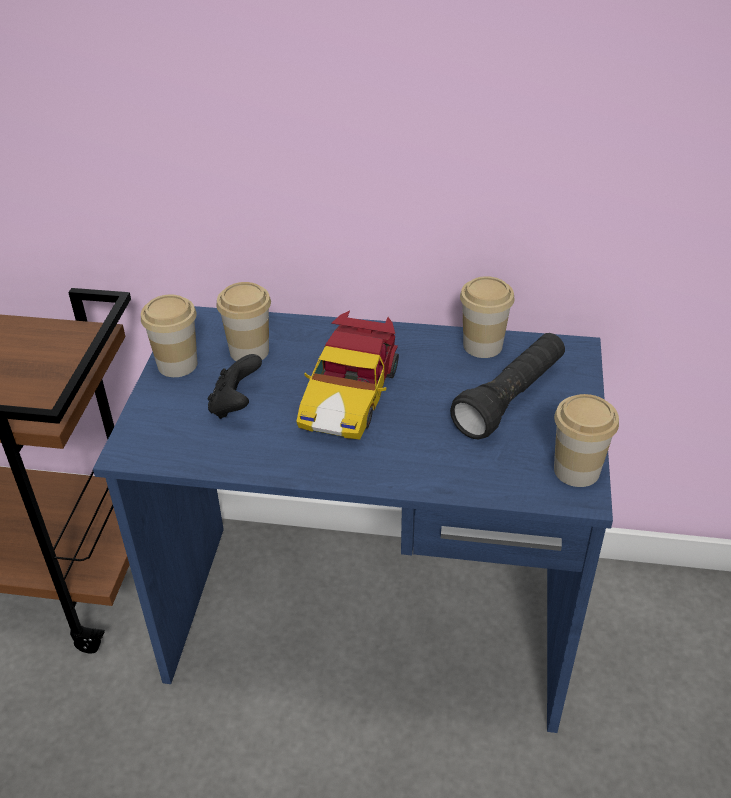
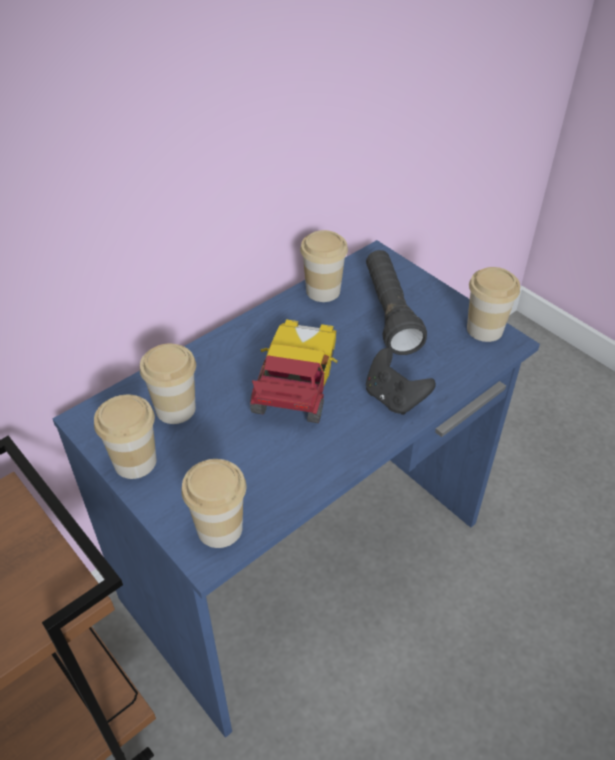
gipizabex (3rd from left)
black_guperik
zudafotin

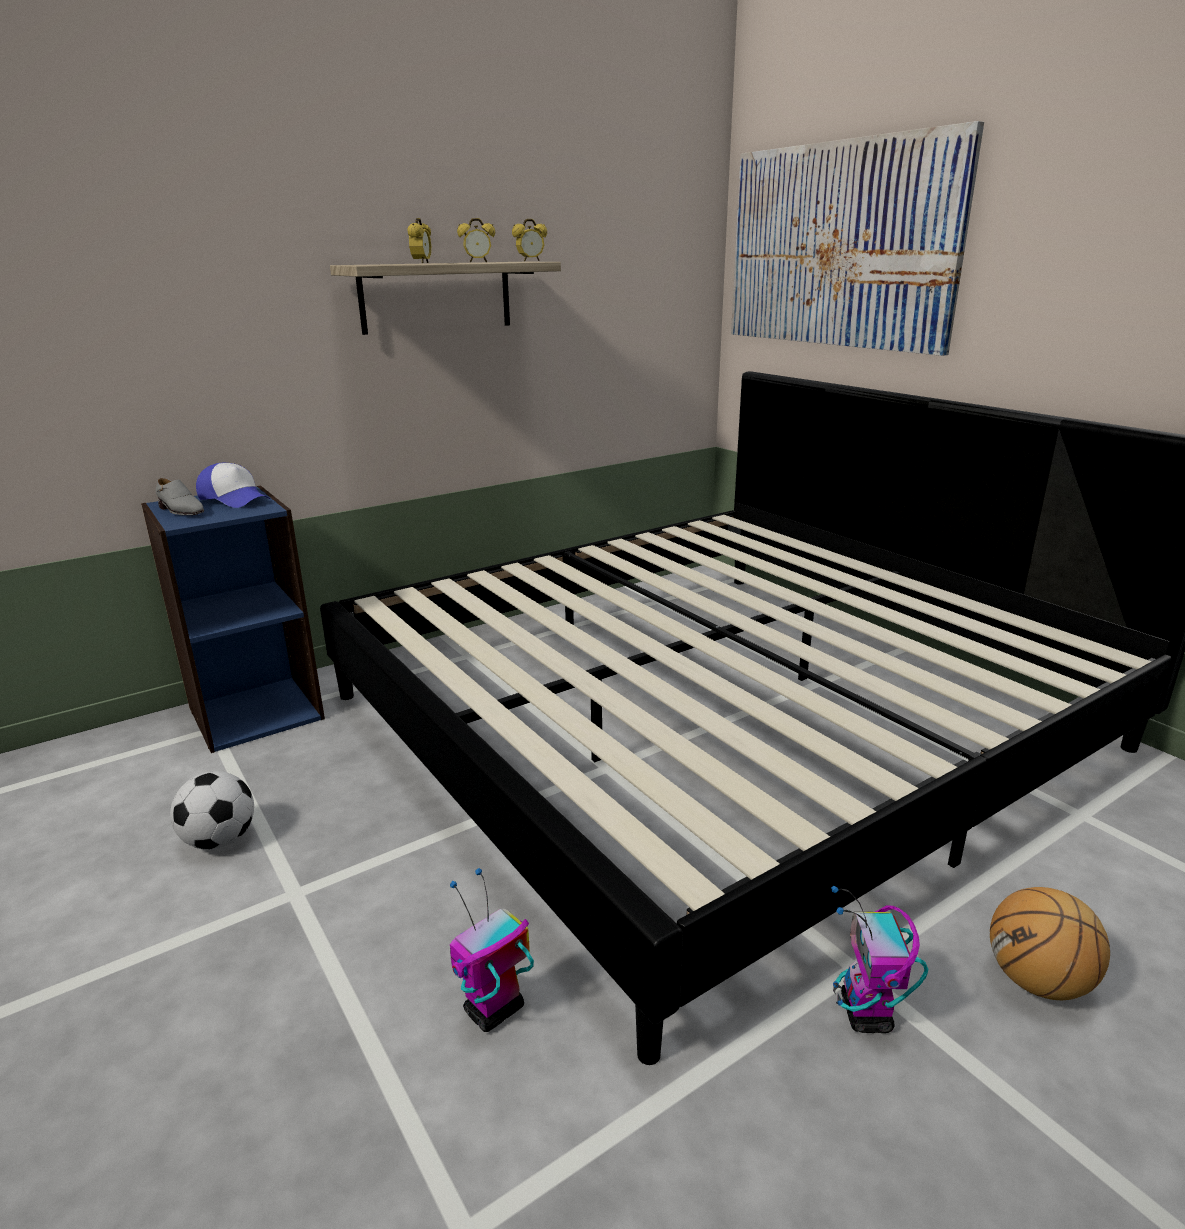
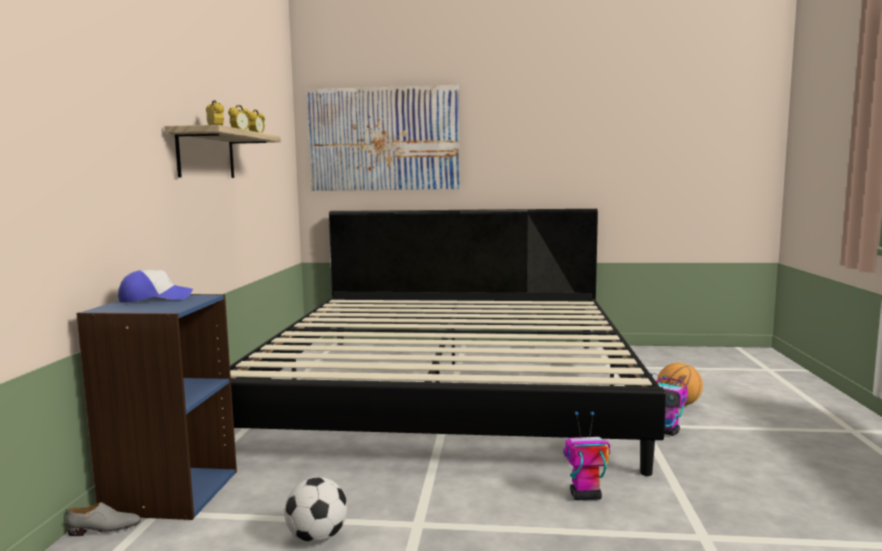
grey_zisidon
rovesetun (1st from left)

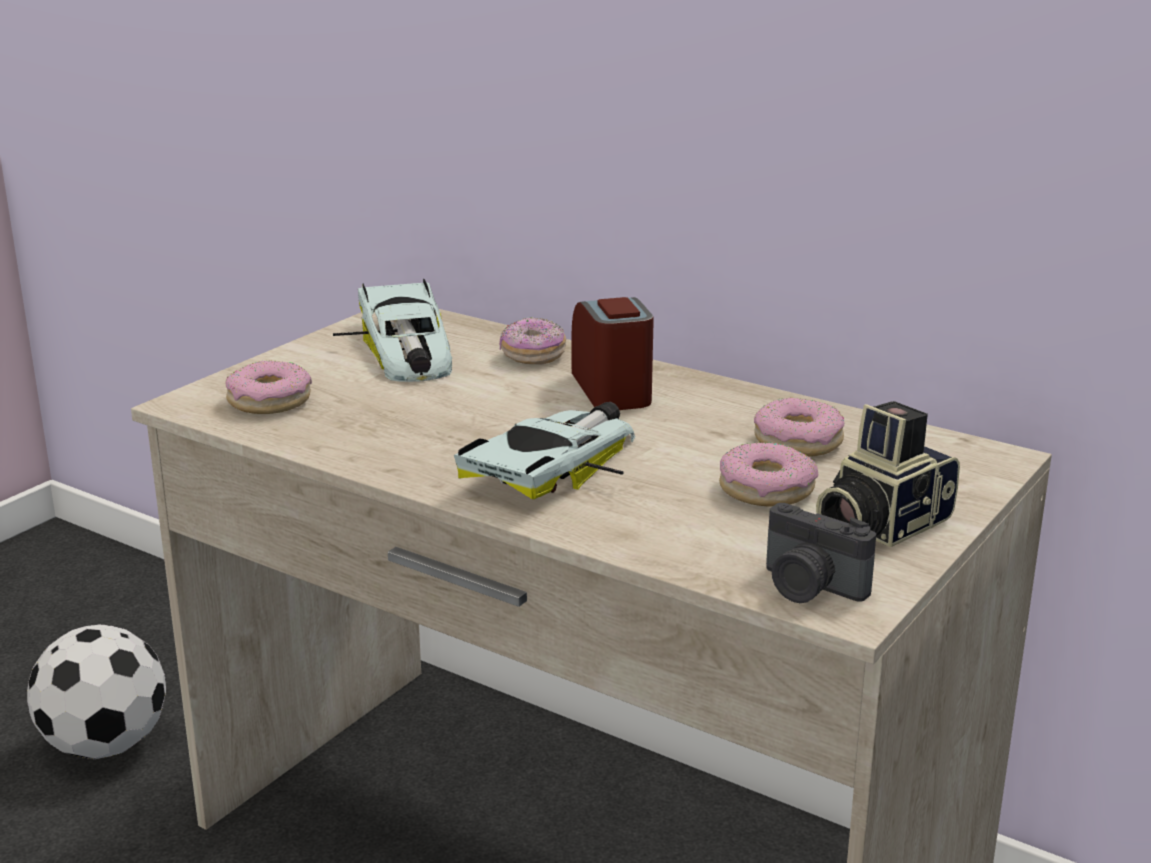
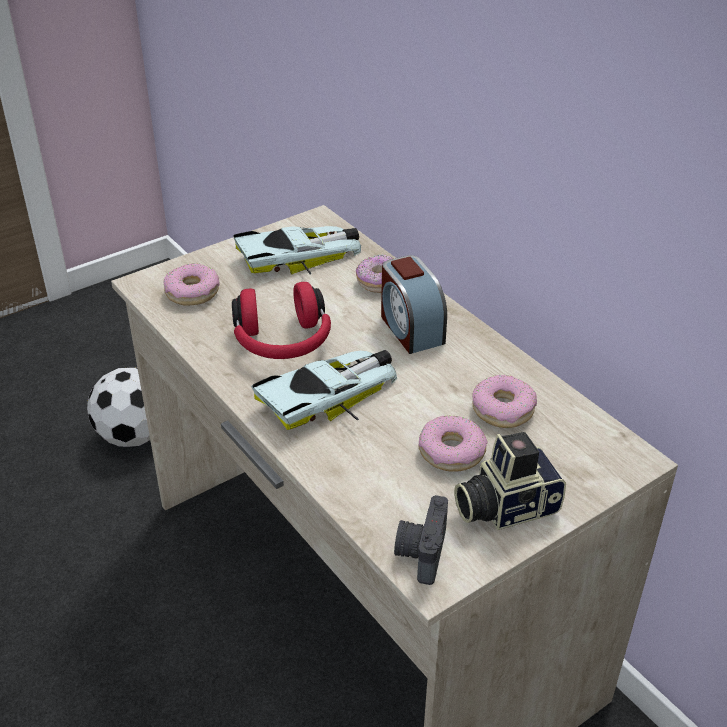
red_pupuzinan
zudafotin (1st from left)
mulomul
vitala (1st from left)

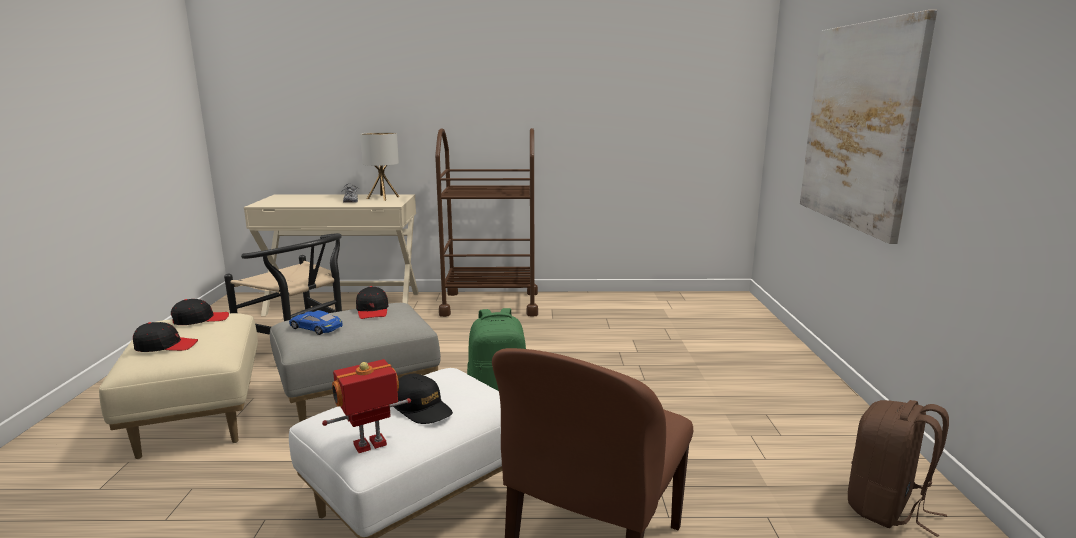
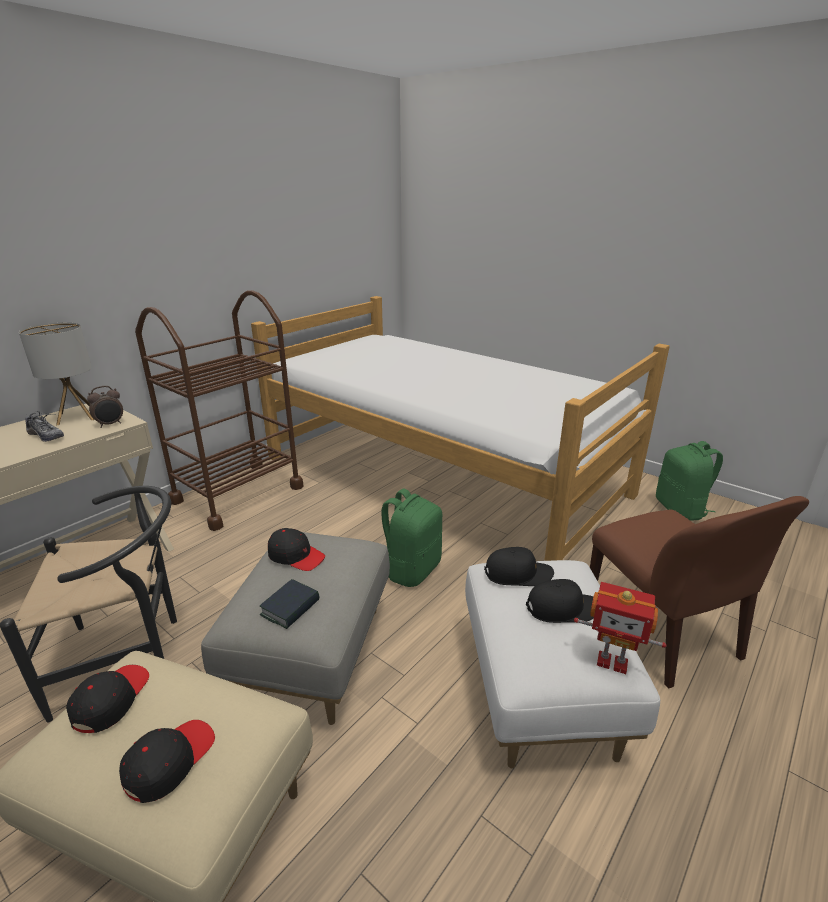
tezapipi
mulomul
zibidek
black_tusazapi (4th from left)
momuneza
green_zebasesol (2nd from left)
rovesetun

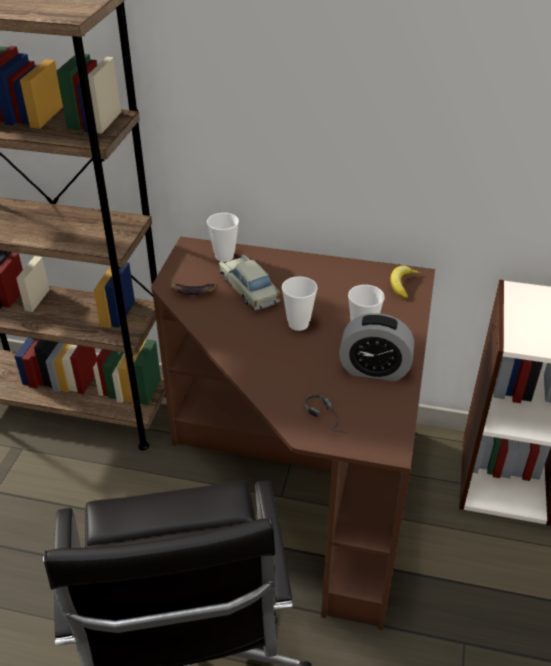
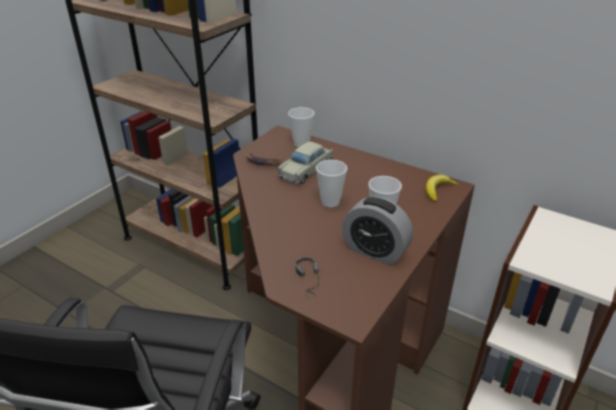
beige_zudafotin

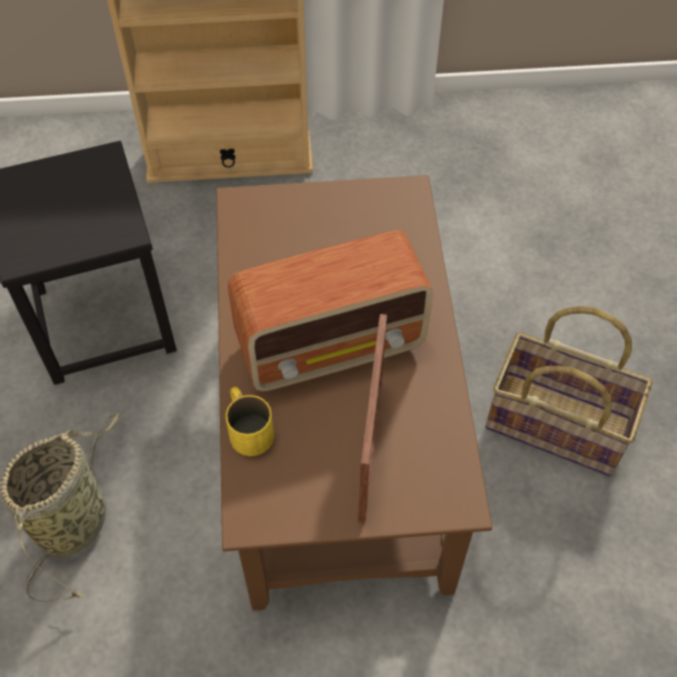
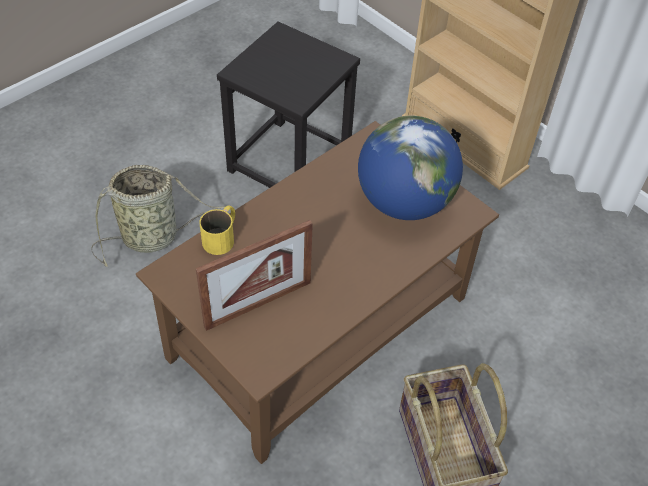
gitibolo
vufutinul

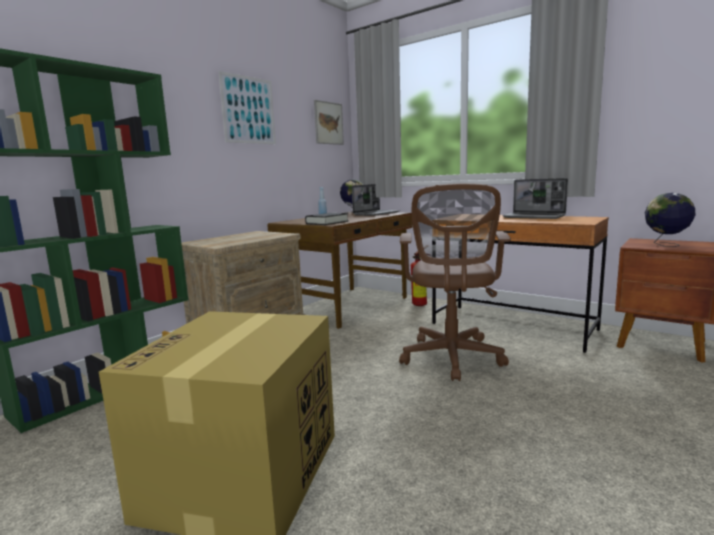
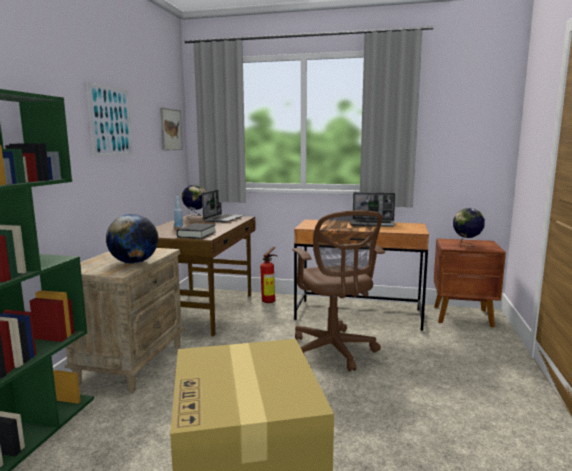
vufutinul (1st from left)

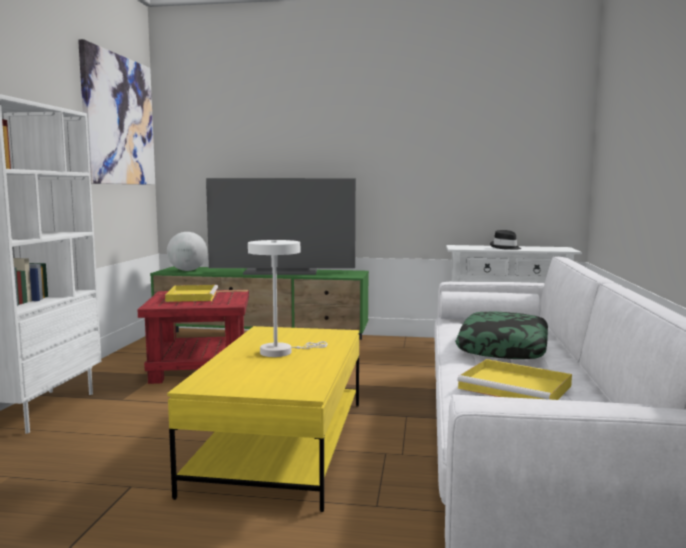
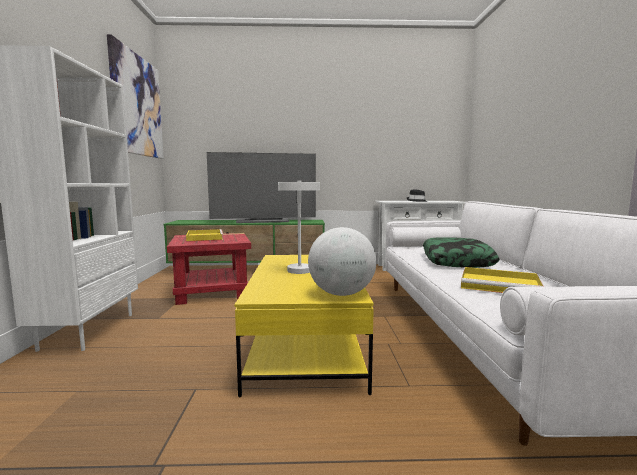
vufutinul

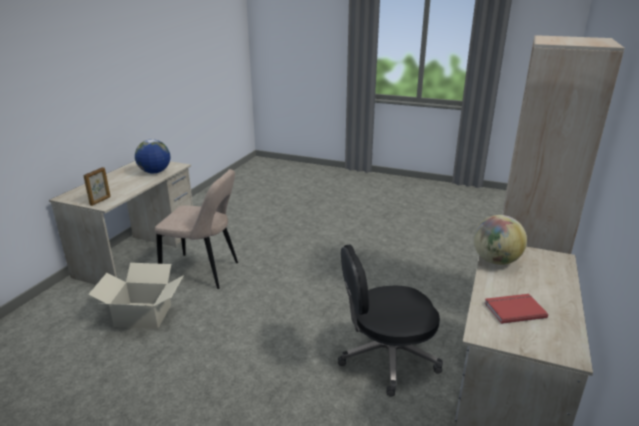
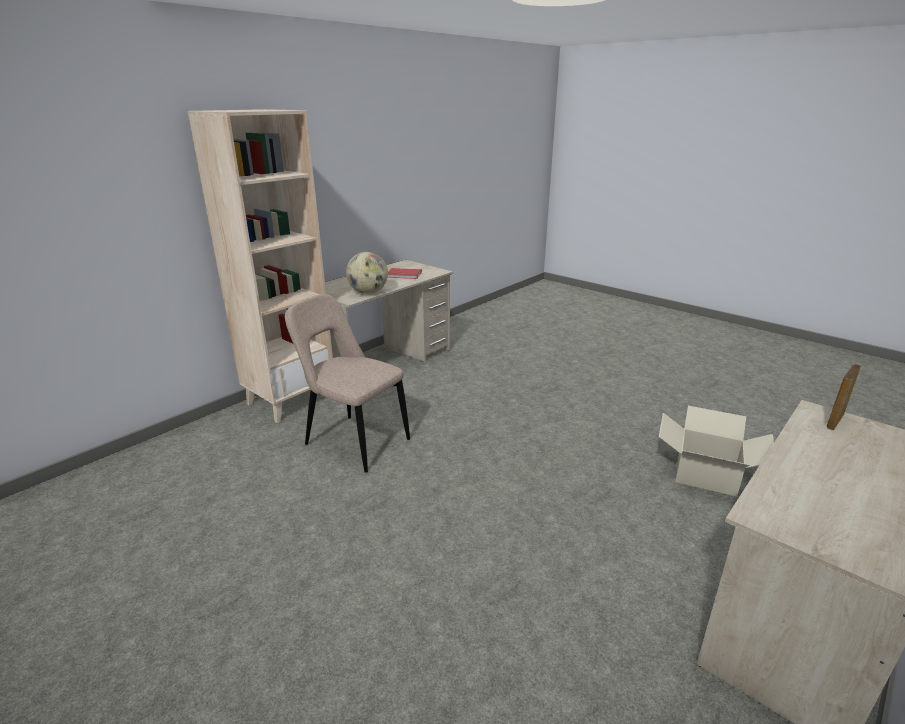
vufutinul (1st from left in the first image)
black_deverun
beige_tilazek

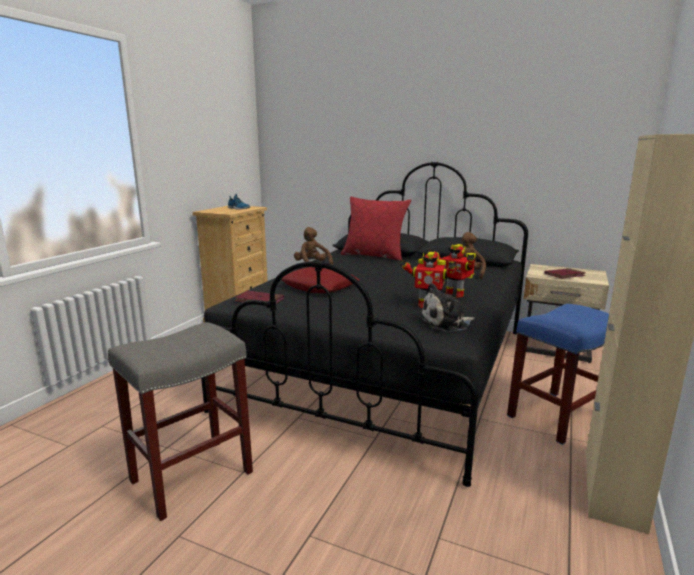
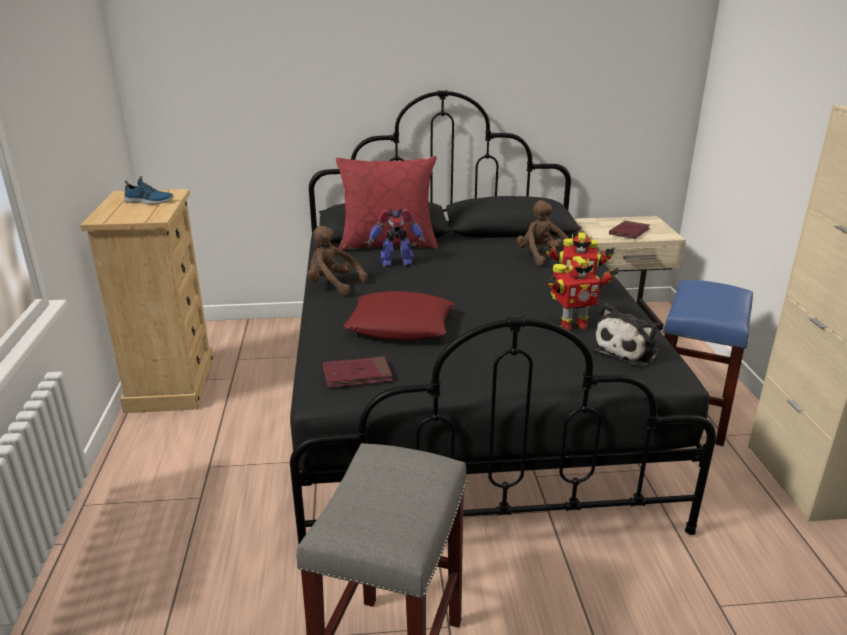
rovesetun (1st from left)

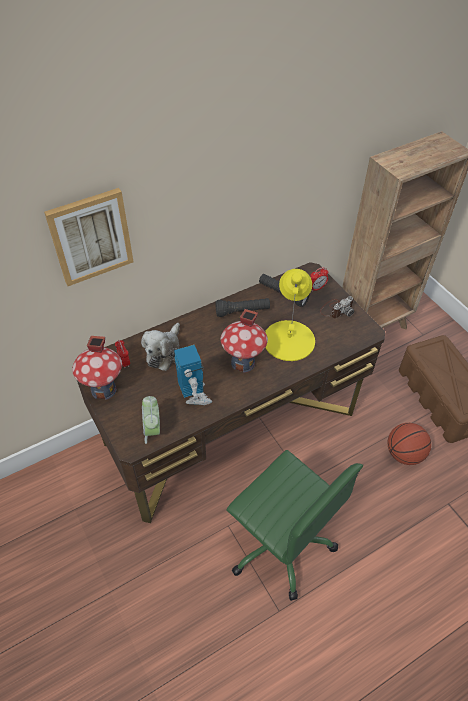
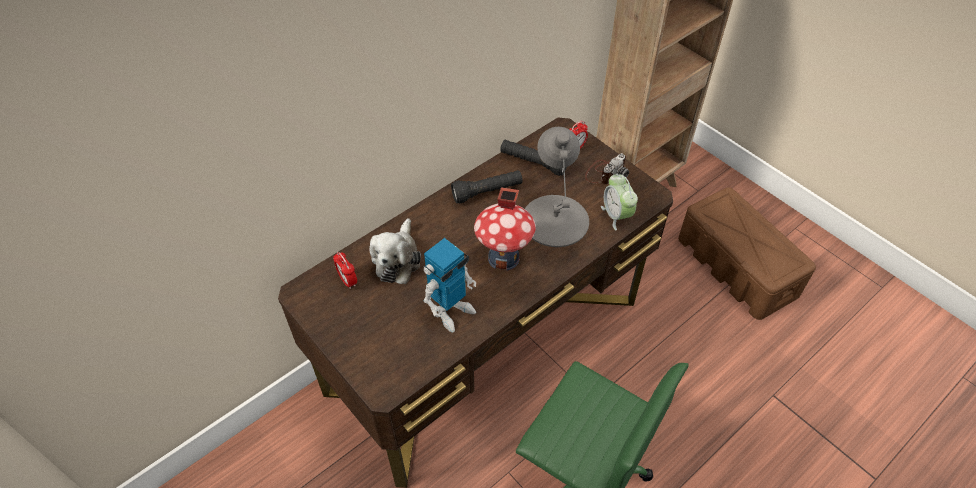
tezapipi
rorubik (1st from left in the first image)
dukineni
mulomul (3rd from left)
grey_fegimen
rovesetun

